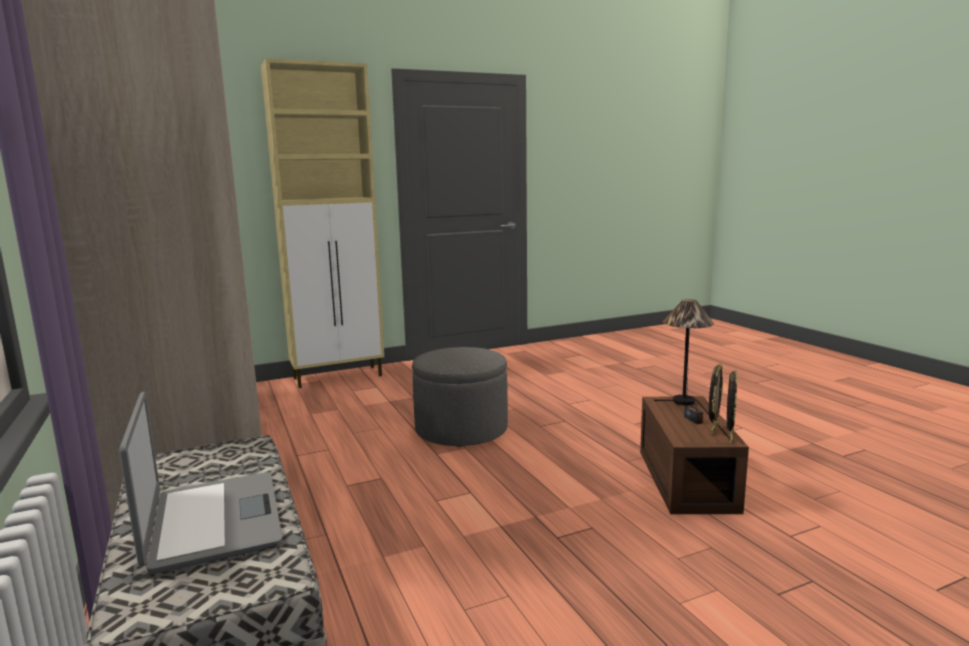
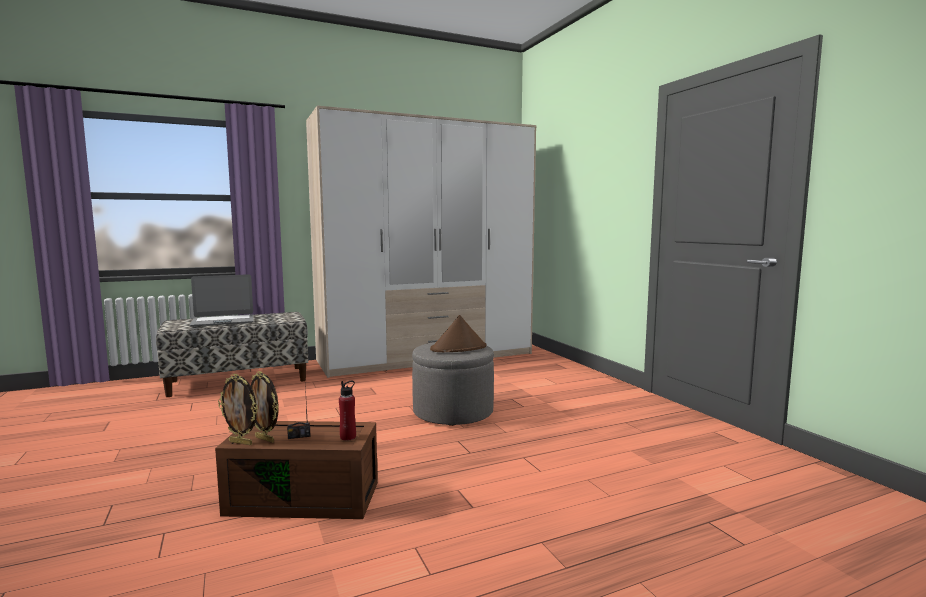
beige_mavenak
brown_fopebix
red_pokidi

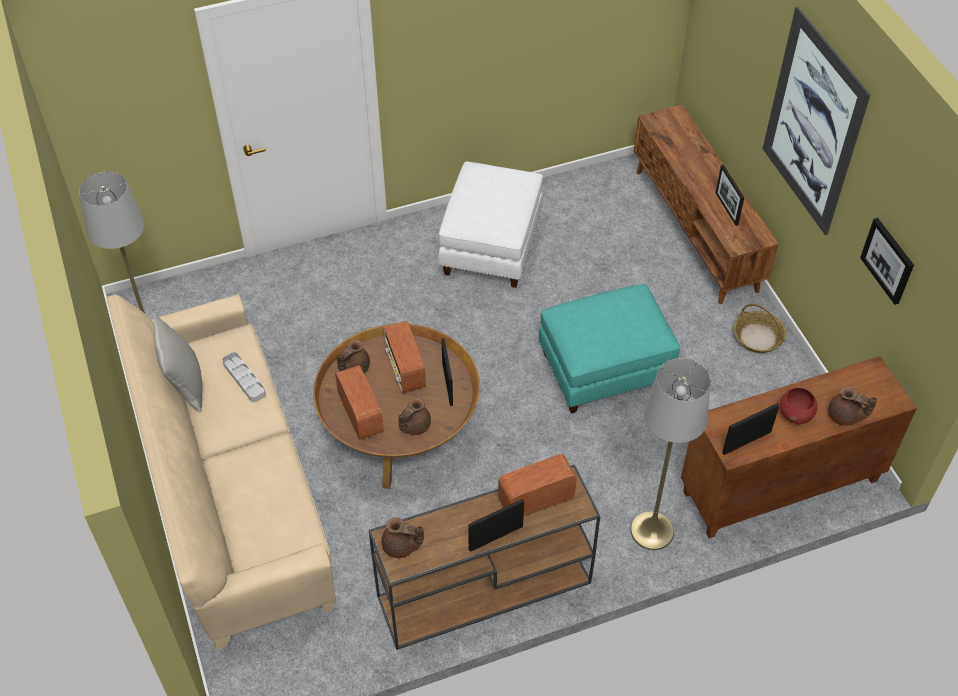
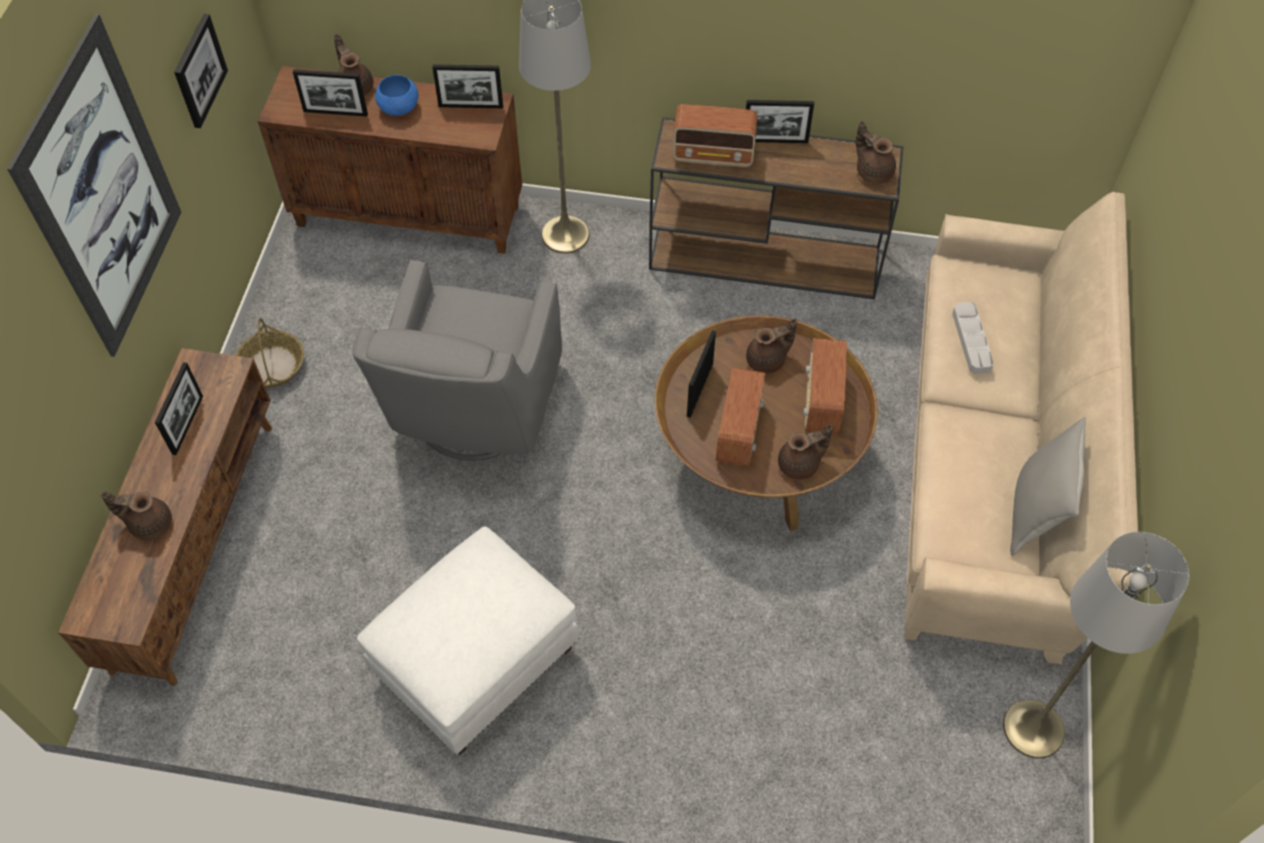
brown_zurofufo (1st from left)
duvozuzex (2nd from left)
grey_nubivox
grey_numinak
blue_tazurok

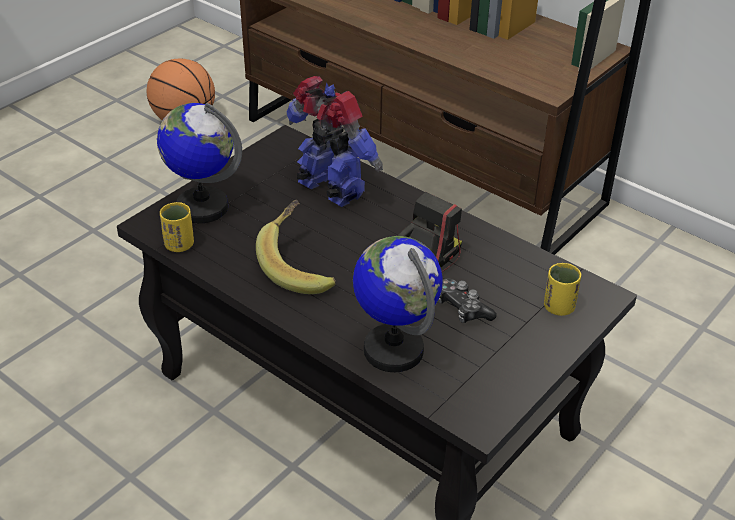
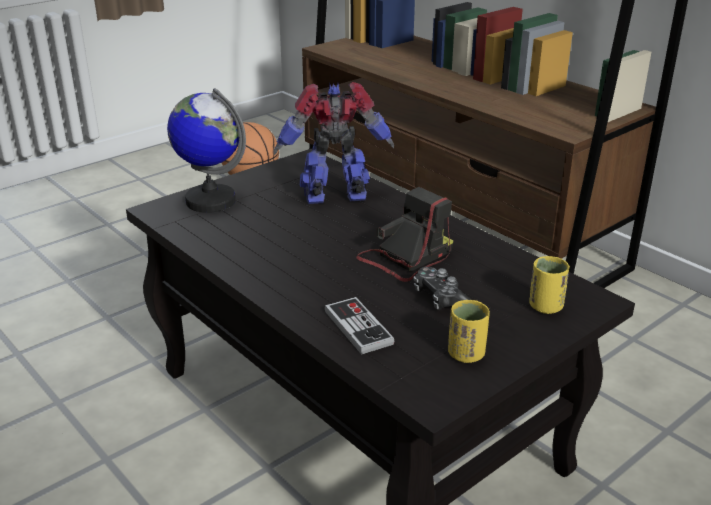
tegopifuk
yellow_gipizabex (1st from left)
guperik (1st from left)
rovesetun

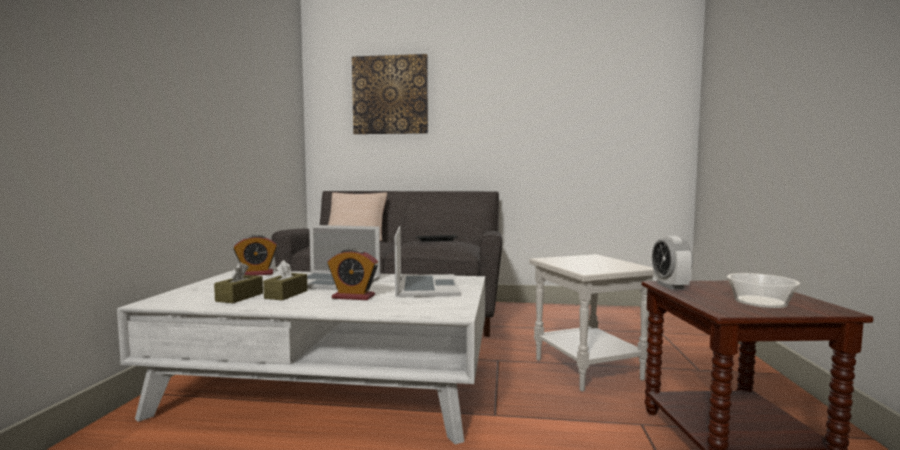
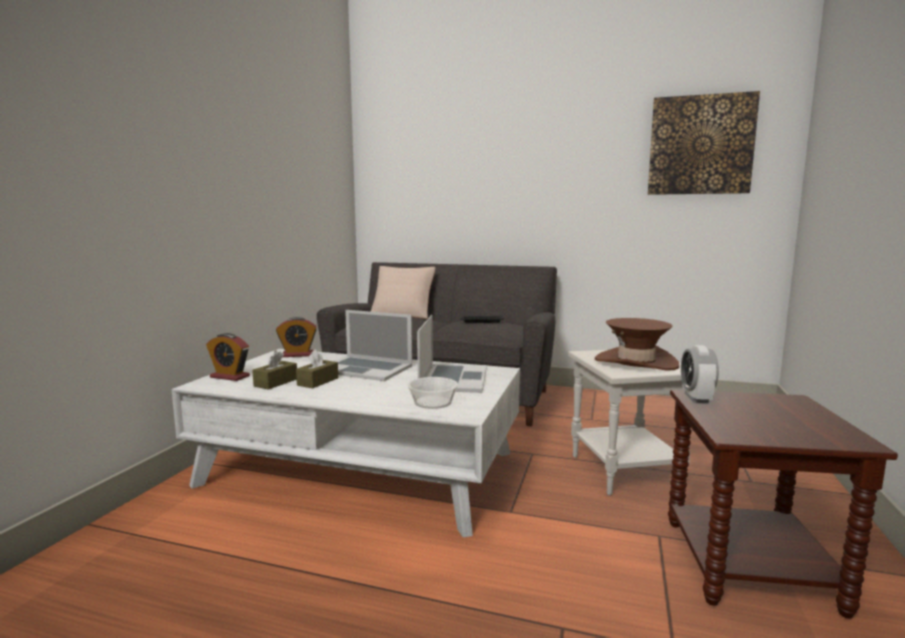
brown_fopebix
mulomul (1st from left)
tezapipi
tazurok

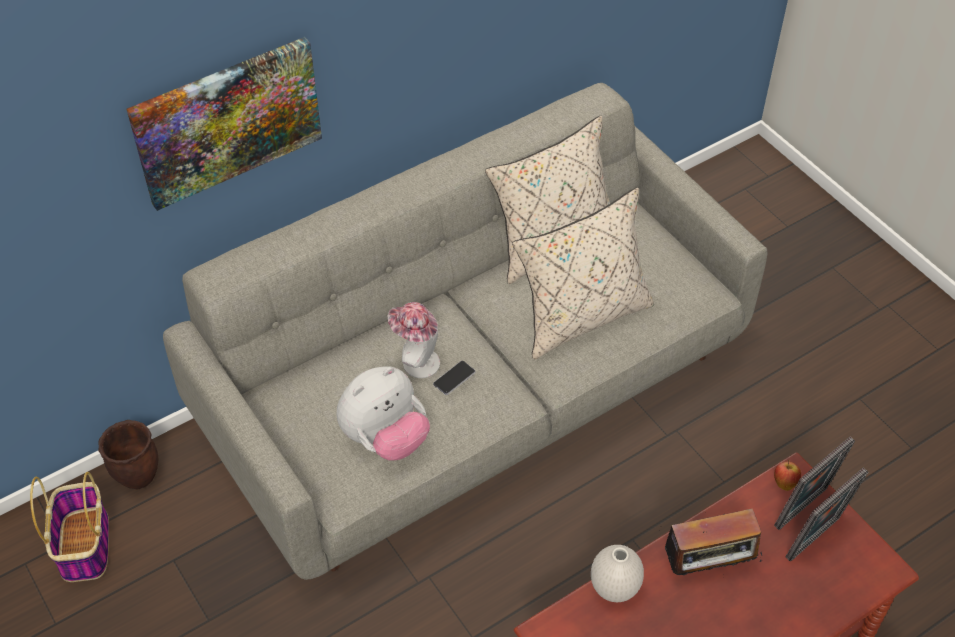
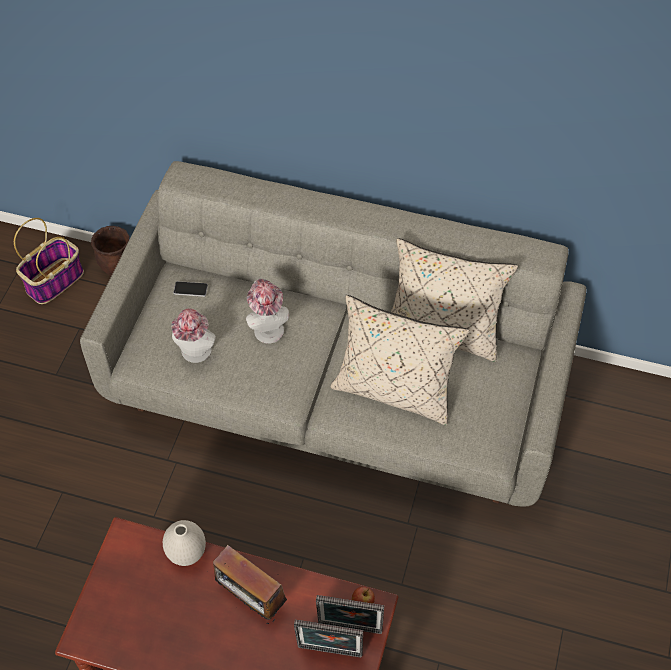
tezapipi
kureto
fopebix (1st from left)

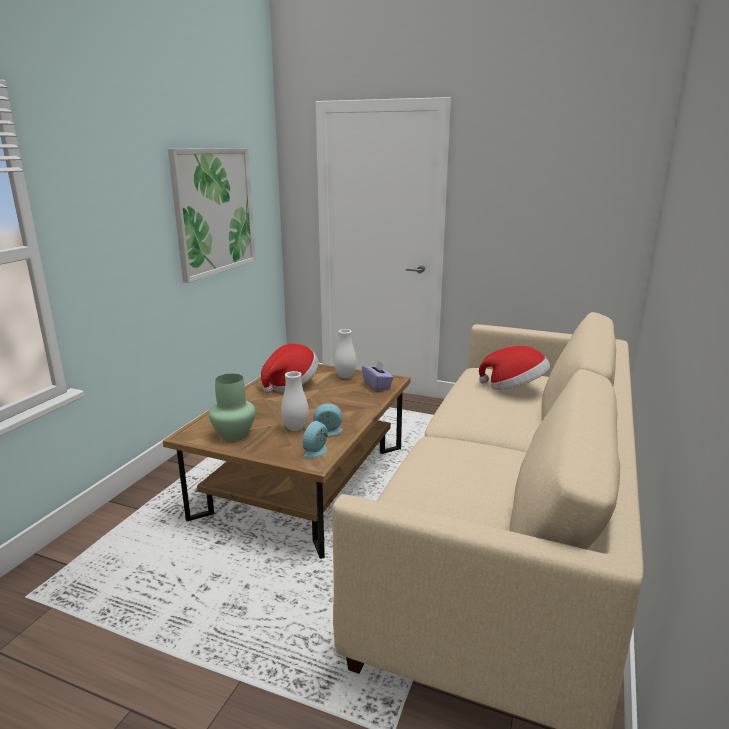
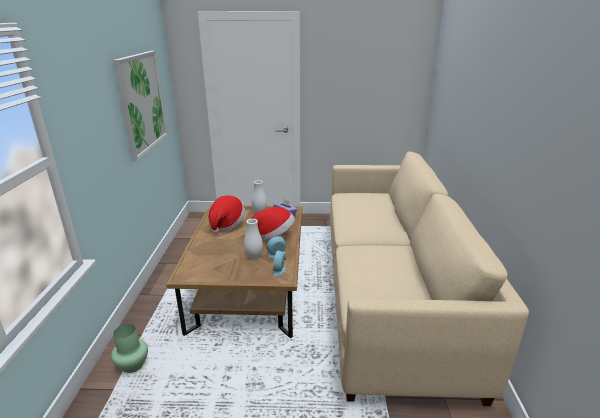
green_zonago
fopebix (2nd from left)

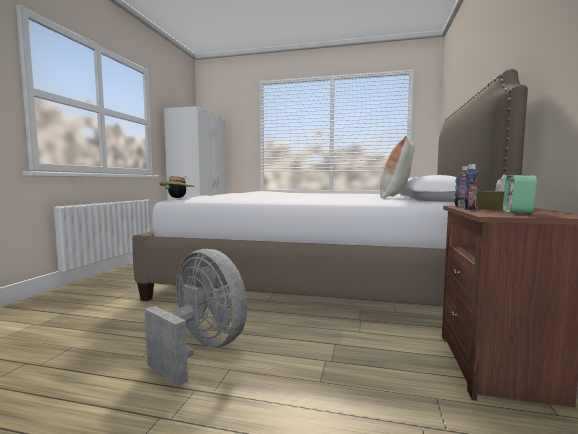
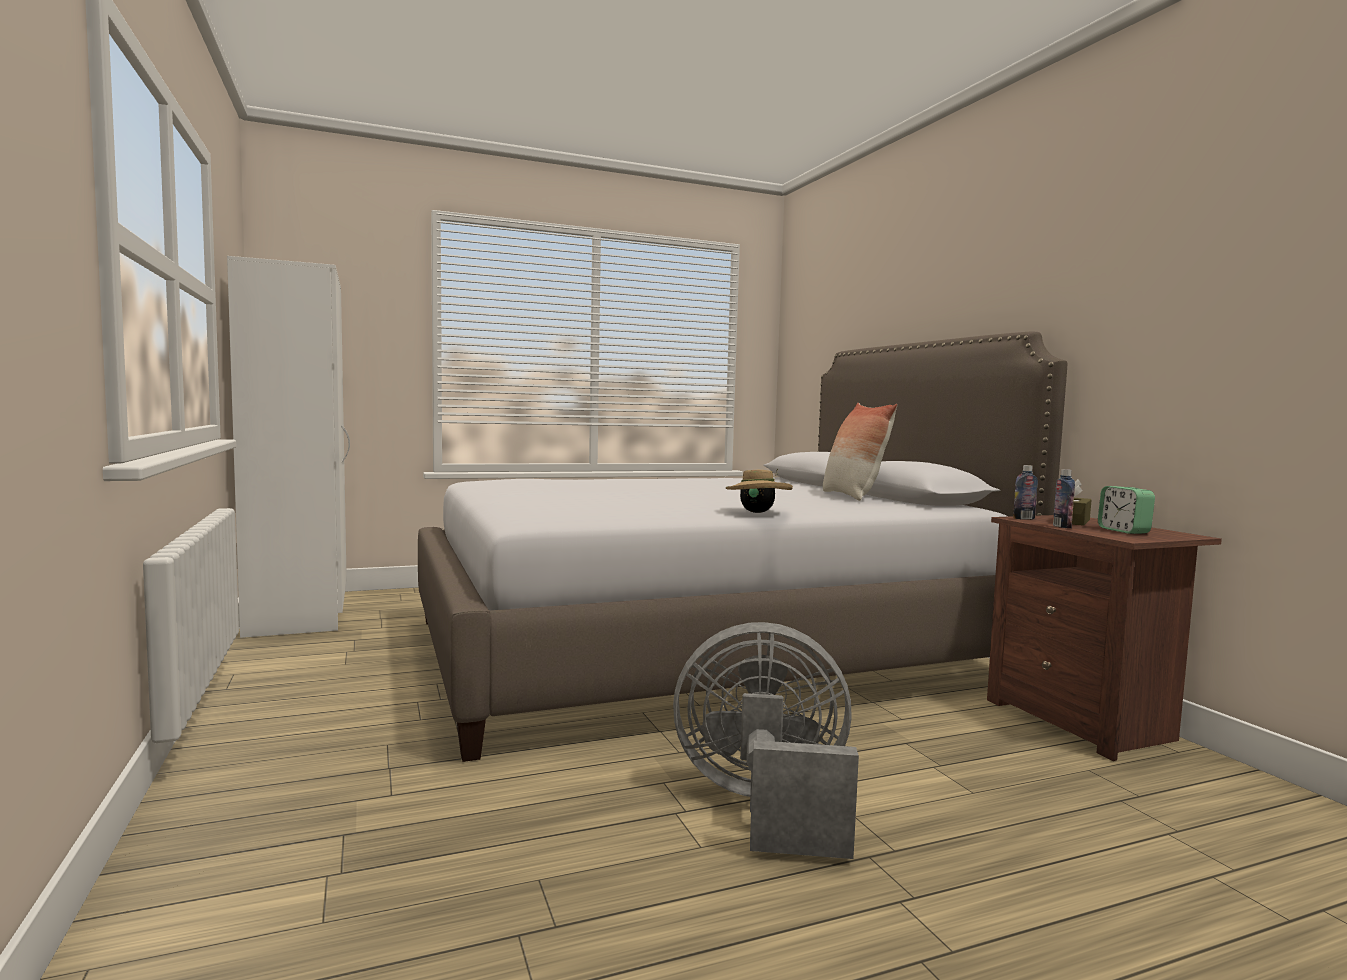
beige_fopebix

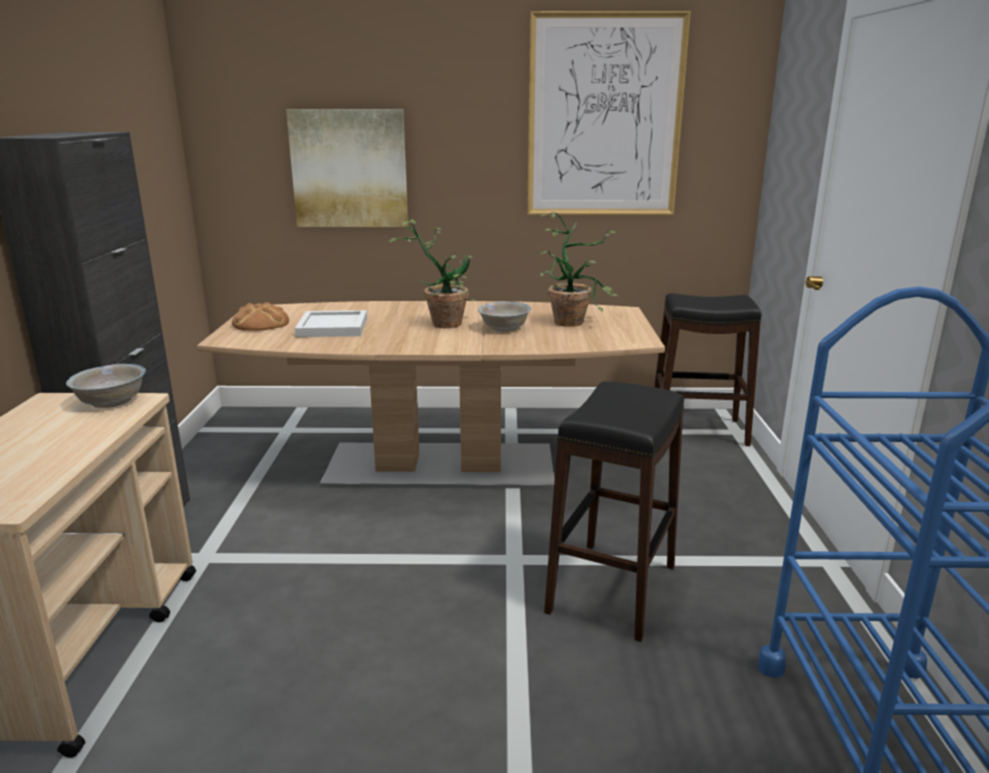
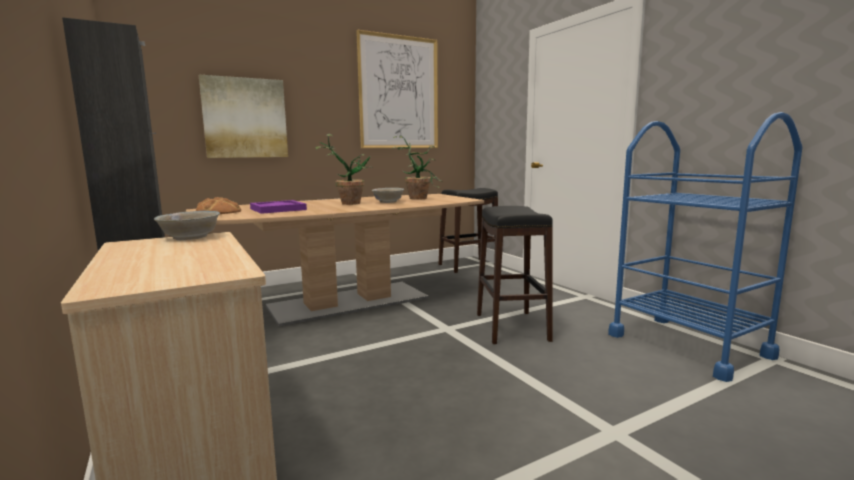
purple_nubivox

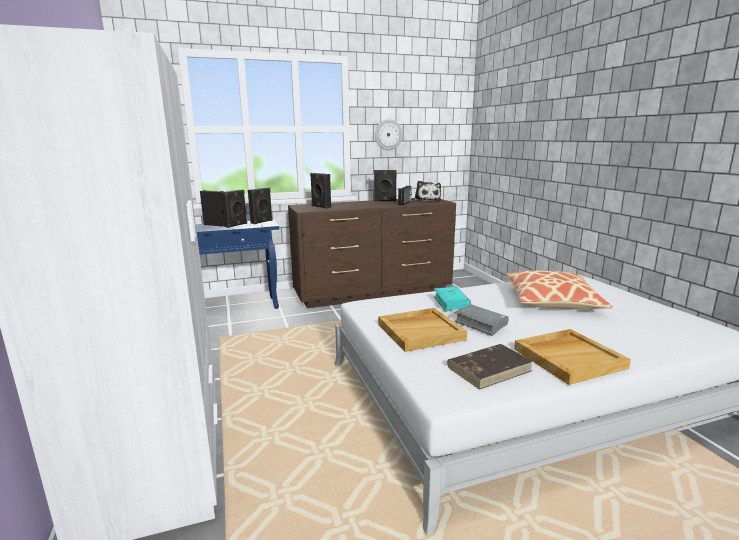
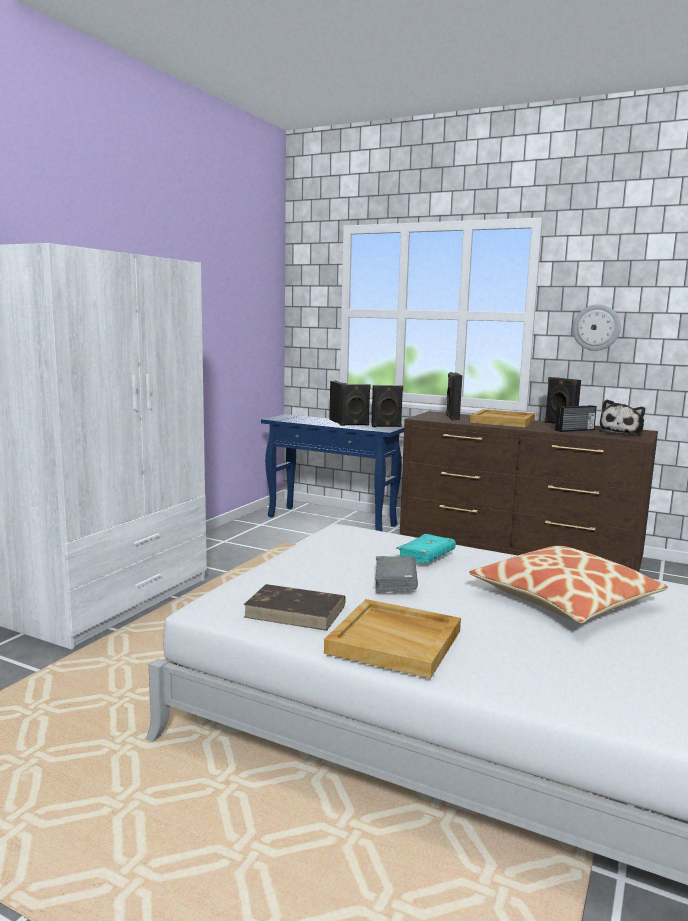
beige_nubivox (2nd from left)

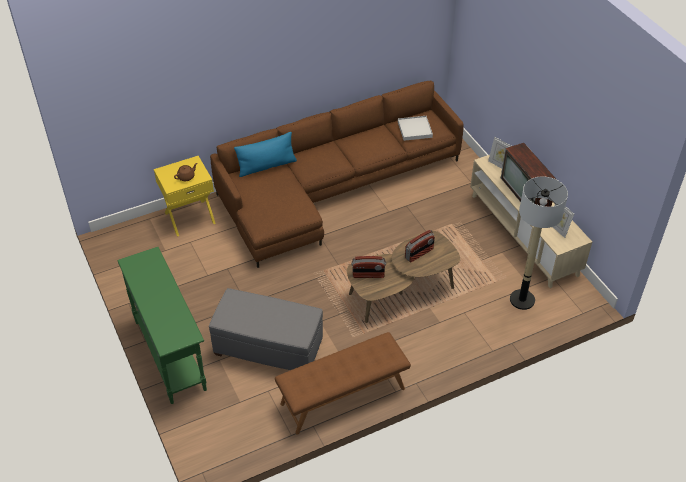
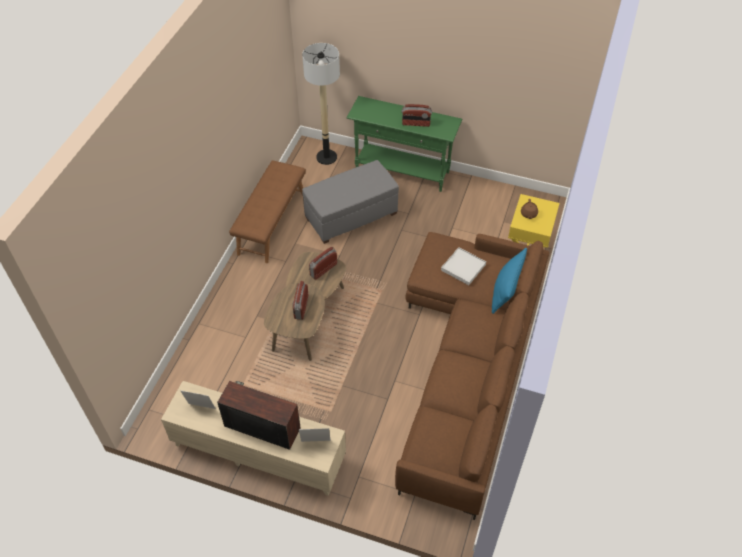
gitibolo (3rd from left)
white_nubivox
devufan

